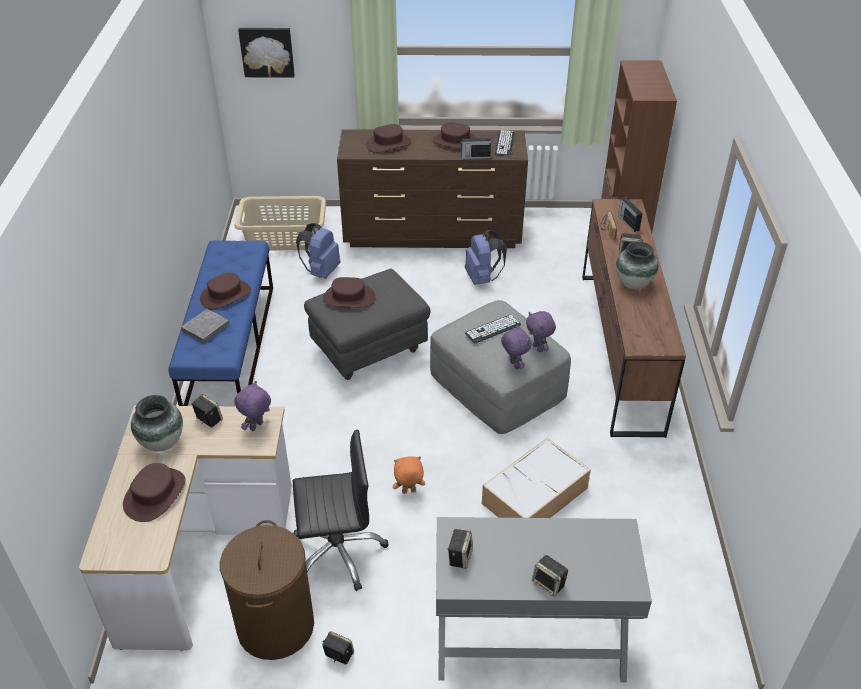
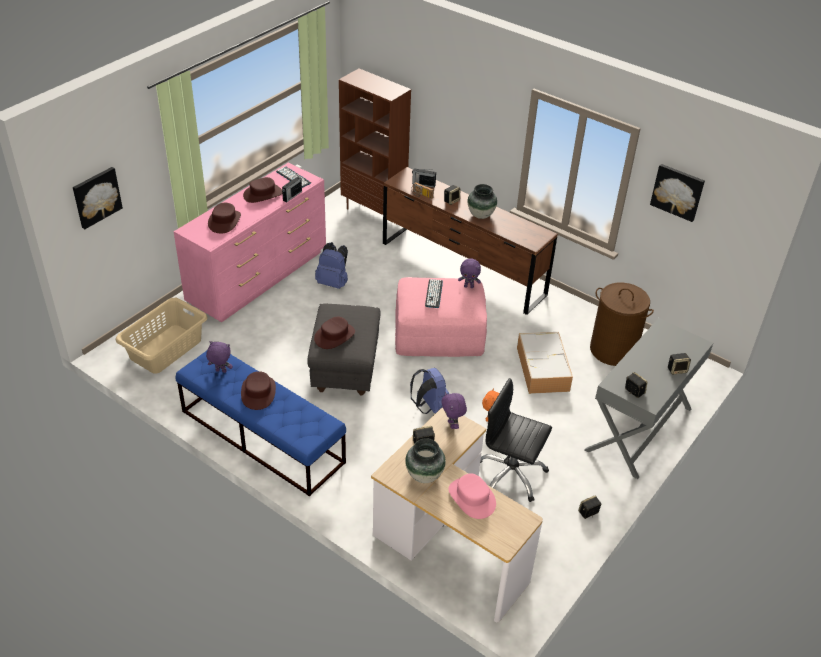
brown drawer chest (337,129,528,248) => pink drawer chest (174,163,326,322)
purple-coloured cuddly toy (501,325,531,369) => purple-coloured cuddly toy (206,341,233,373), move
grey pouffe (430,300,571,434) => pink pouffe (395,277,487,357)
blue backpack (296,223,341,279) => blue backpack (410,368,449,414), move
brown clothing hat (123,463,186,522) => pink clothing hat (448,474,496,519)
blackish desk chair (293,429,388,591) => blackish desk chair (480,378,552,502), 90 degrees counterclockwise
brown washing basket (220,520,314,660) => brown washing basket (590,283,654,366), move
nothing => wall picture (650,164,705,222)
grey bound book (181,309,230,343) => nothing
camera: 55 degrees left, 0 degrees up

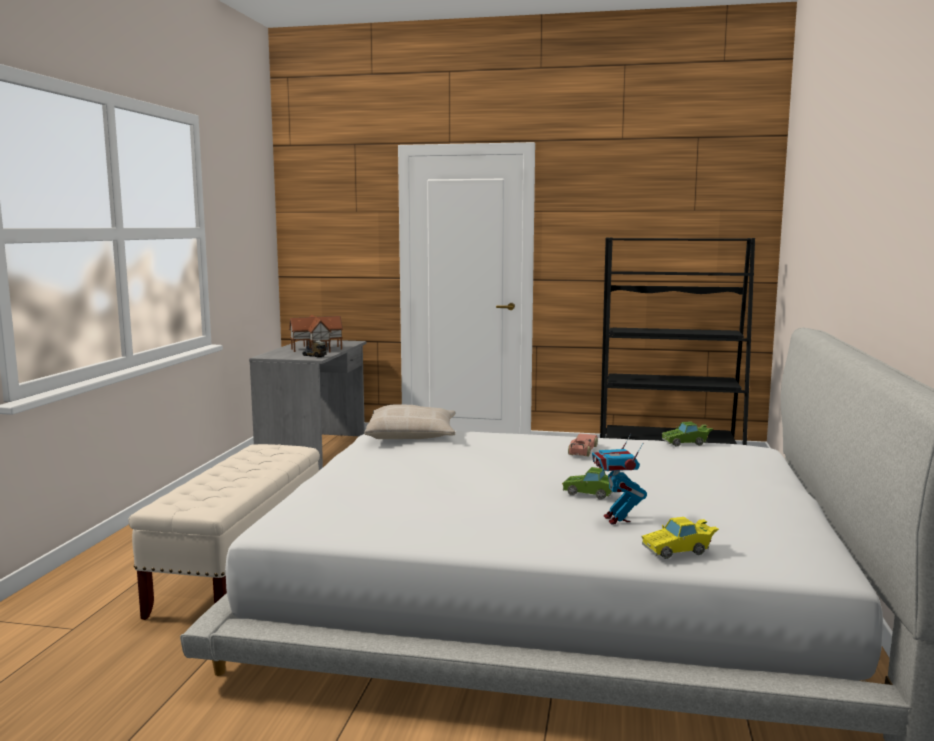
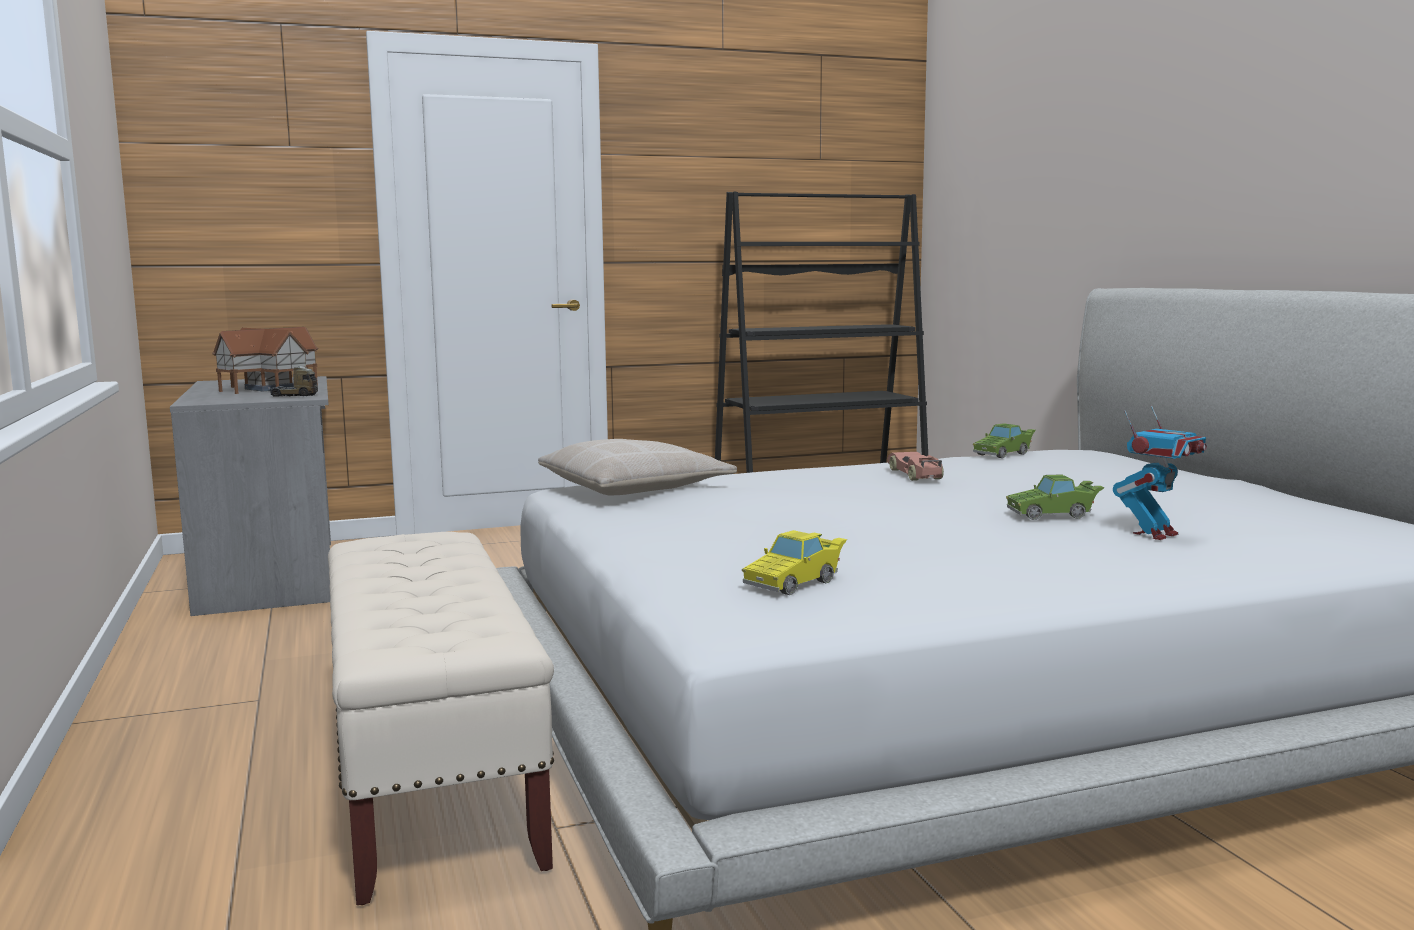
yellow toy car (641,517,719,559) => yellow toy car (742,530,847,595), move
toy robot (592,434,647,524) => toy robot (1113,406,1207,540), 90 degrees counterclockwise
camera: 30 degrees left, 0 degrees up

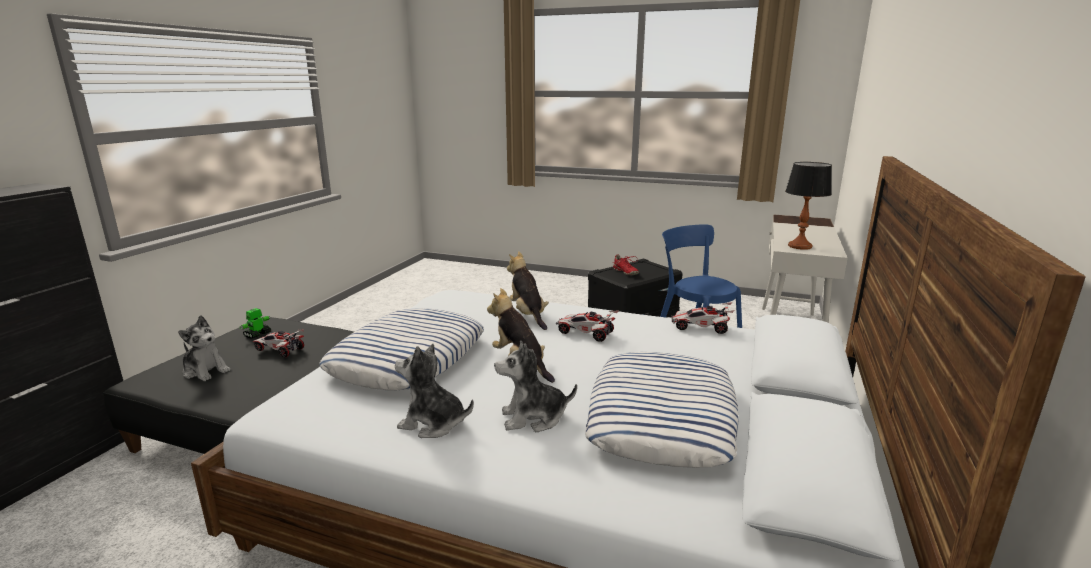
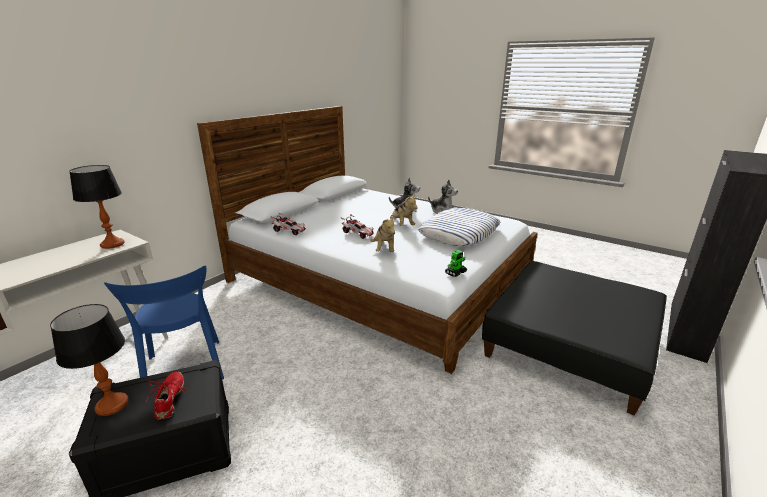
nothing => tabletop lamp (50,304,129,416)
toy robot (239,308,271,339) => toy robot (445,250,467,277), move
cuddly toy (178,315,230,381) => nothing
toy car (253,329,304,357) => nothing
pillow (585,352,739,468) => nothing
camera: 165 degrees left, 5 degrees up

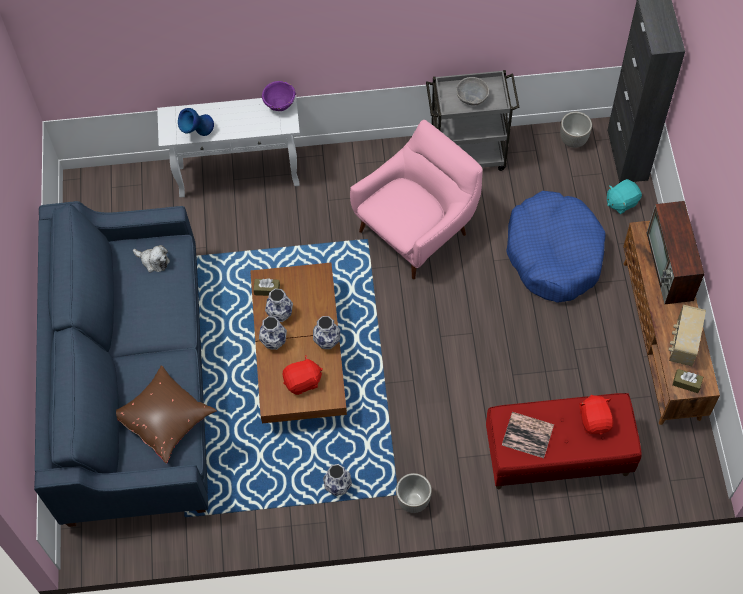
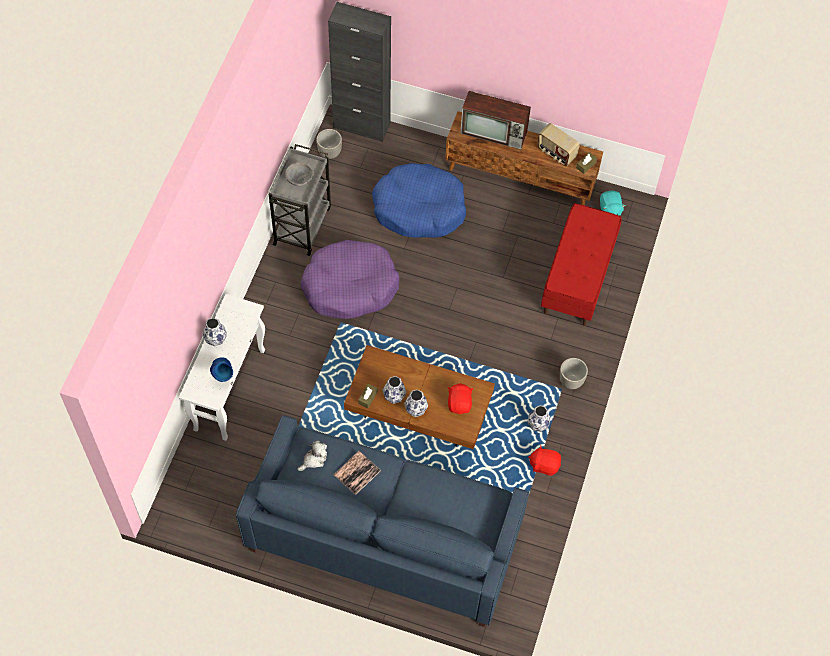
flower vase (313,316,340,349) => flower vase (202,318,227,347), move
pink armchair (350,120,483,279) => purple-coloured pet bed (301,240,399,319)
bound book (502,412,554,458) => bound book (334,451,380,495), move
red-coloured cuddly toy (579,395,614,435) => red-coloured cuddly toy (528,445,561,476), move
turquoise-coloured cuddly toy (607,179,642,214) => turquoise-coloured cuddly toy (600,191,625,216), move
brown pillow (116,365,217,463) => nothing
purple-coloured deep dish (261,81,296,111) => nothing
camera: 70 degrees left, 0 degrees up

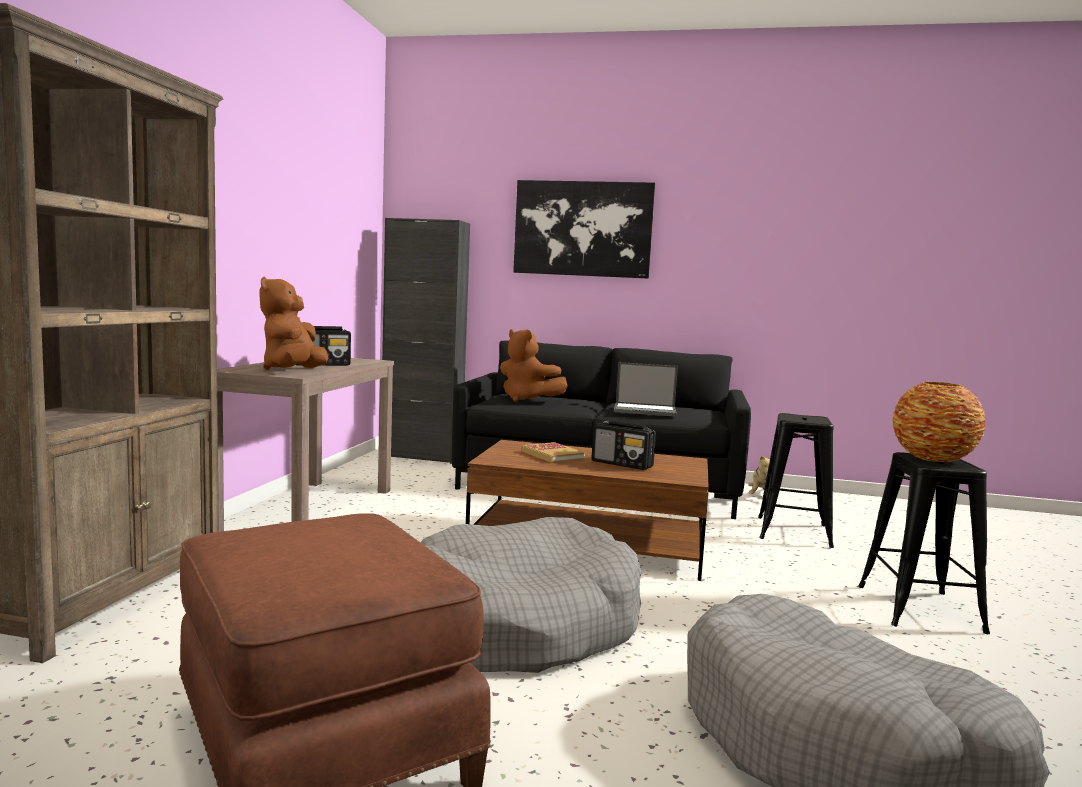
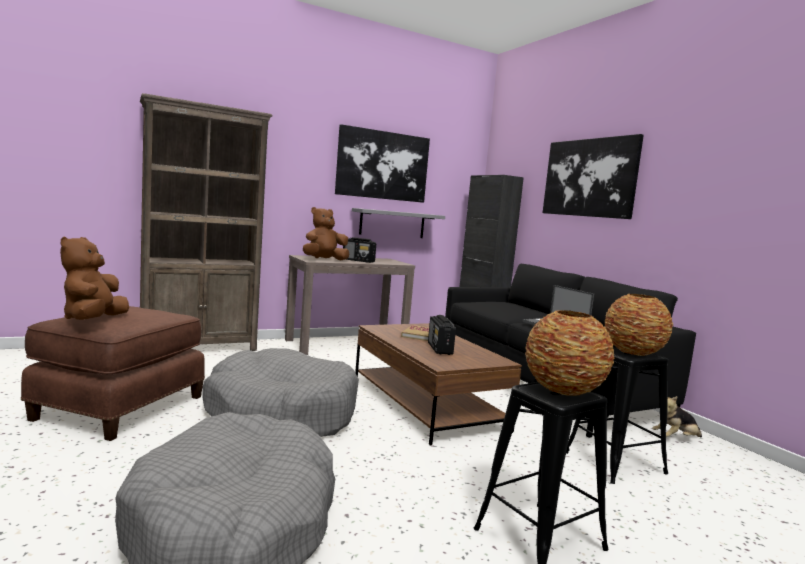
brown cuddly toy (500,329,567,402) => brown cuddly toy (60,237,129,320), move
nothing => wall picture (335,124,430,203)
nothing => grey bracket shelf (352,208,445,238)
nothing => flower vase (605,294,673,356)
camera: 50 degrees right, 0 degrees up

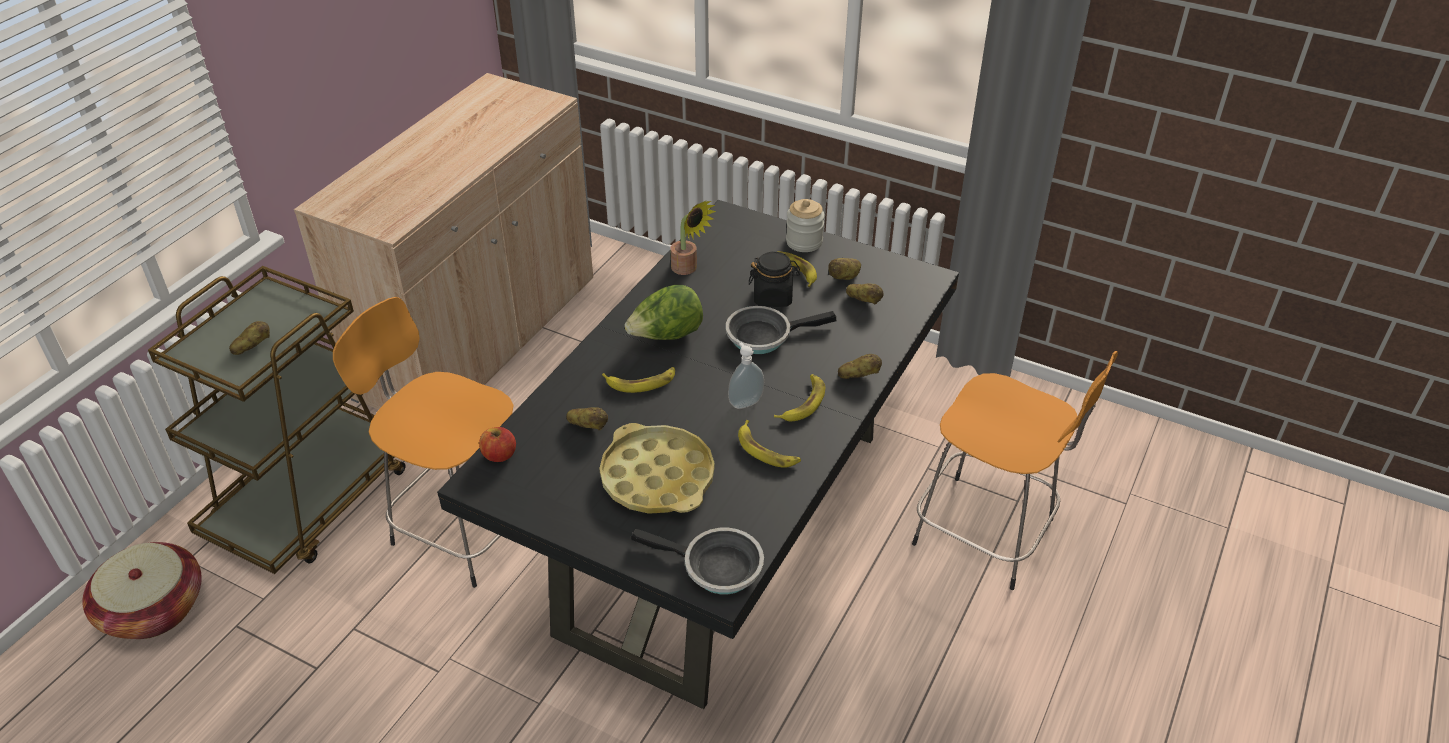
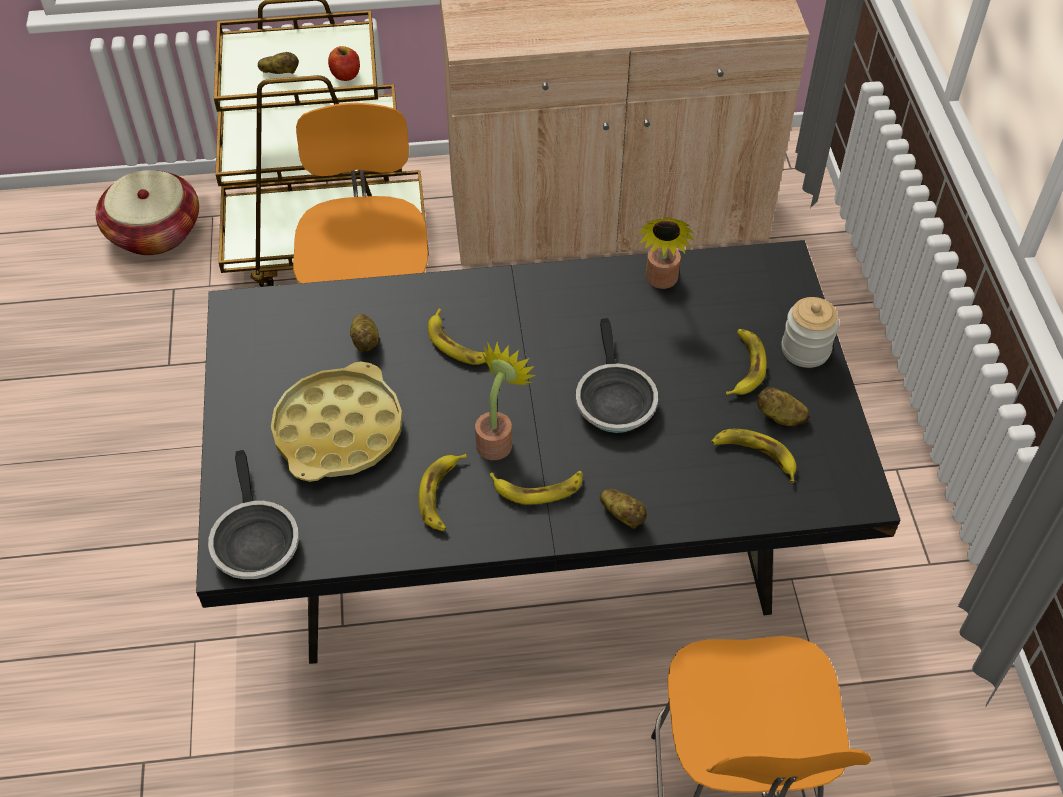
apple fruit (479,427,516,462) => apple fruit (328,46,360,81), move
liquid soap bottle (728,342,764,409) => houseplant (475,341,536,460)
skillet (726,306,836,354) => skillet (576,318,658,433), 135 degrees counterclockwise
spud (846,284,884,304) => whole banana (711,429,796,483)
lettuce head (624,285,703,340) => nothing
blackish jar (749,252,800,307) => nothing
camera: 55 degrees right, 10 degrees up

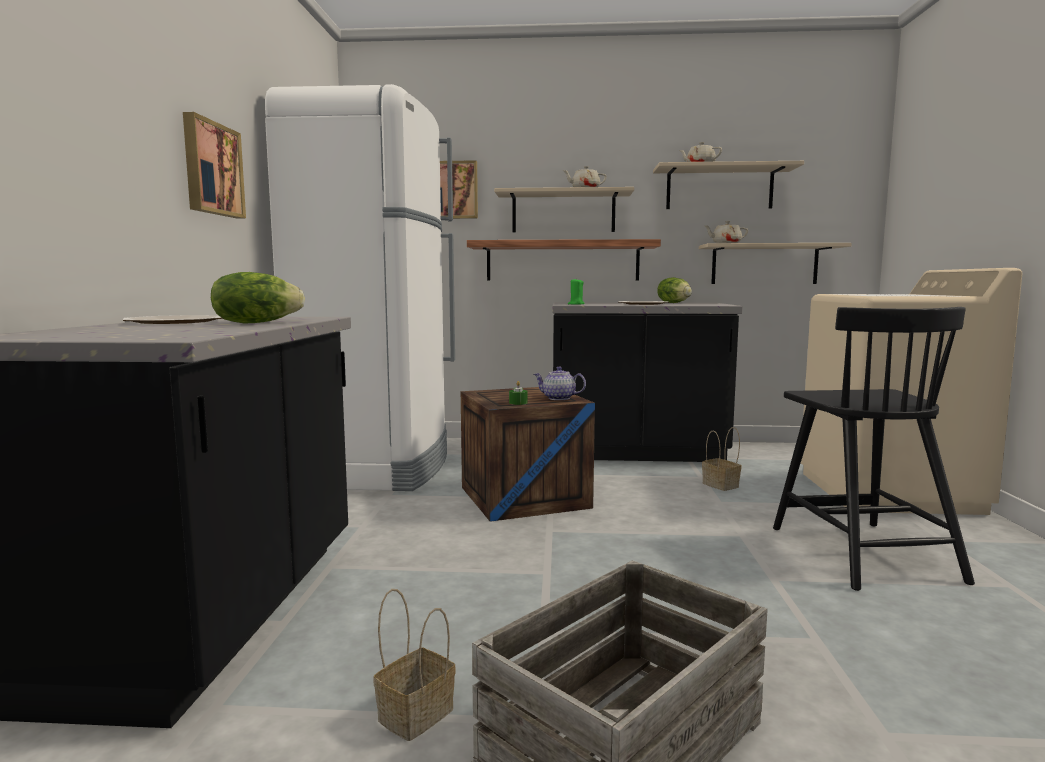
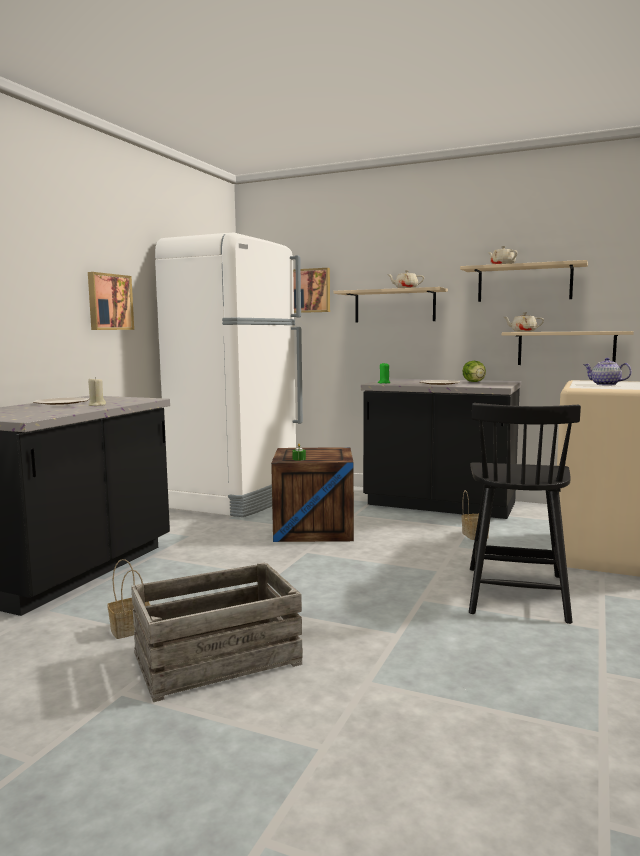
lettuce head (211,272,305,323) => sand-coloured wax candle (88,377,106,406)
teapot (534,367,586,400) => teapot (583,358,632,386), move
bracket shelf (467,239,661,281) => nothing
camera: 20 degrees right, 0 degrees up

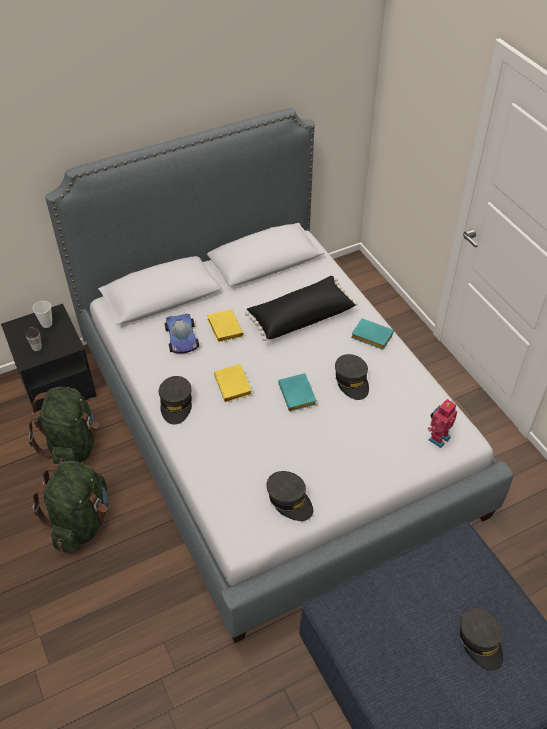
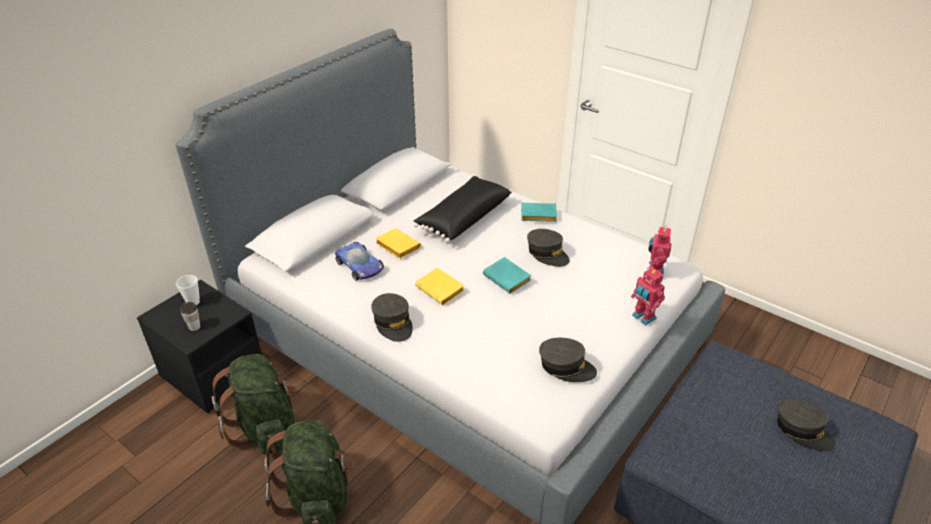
nothing => toy robot (631,267,665,325)
camera: 25 degrees left, 10 degrees down

